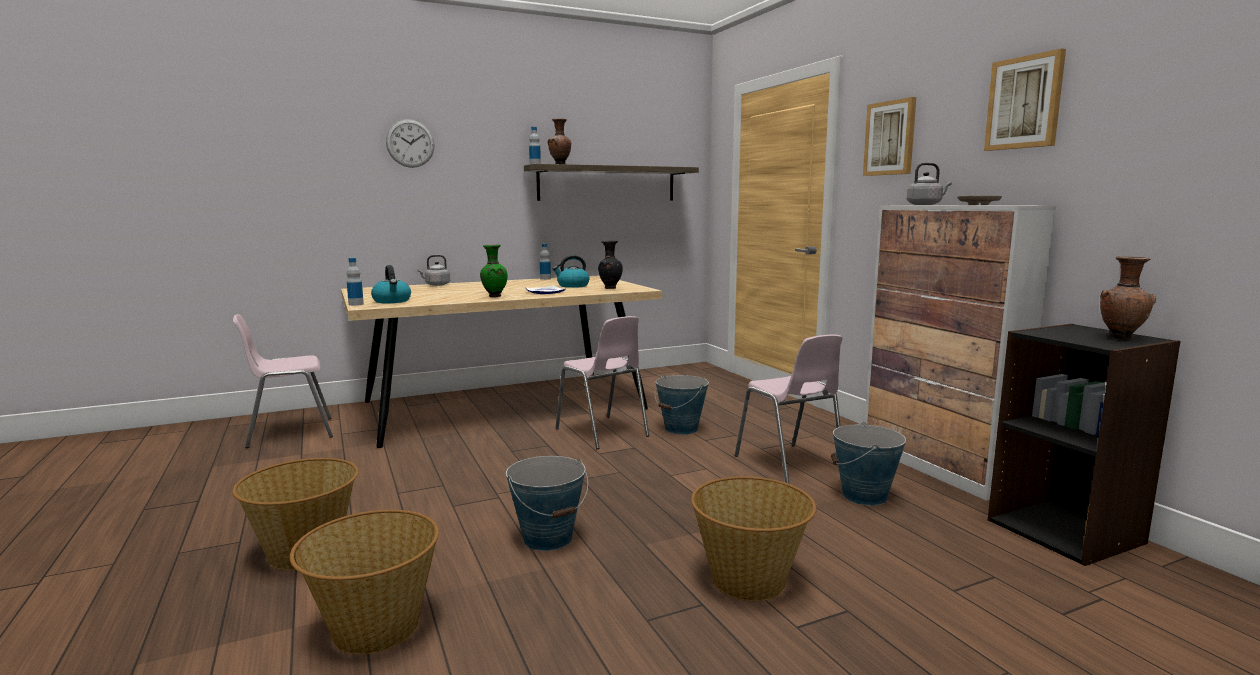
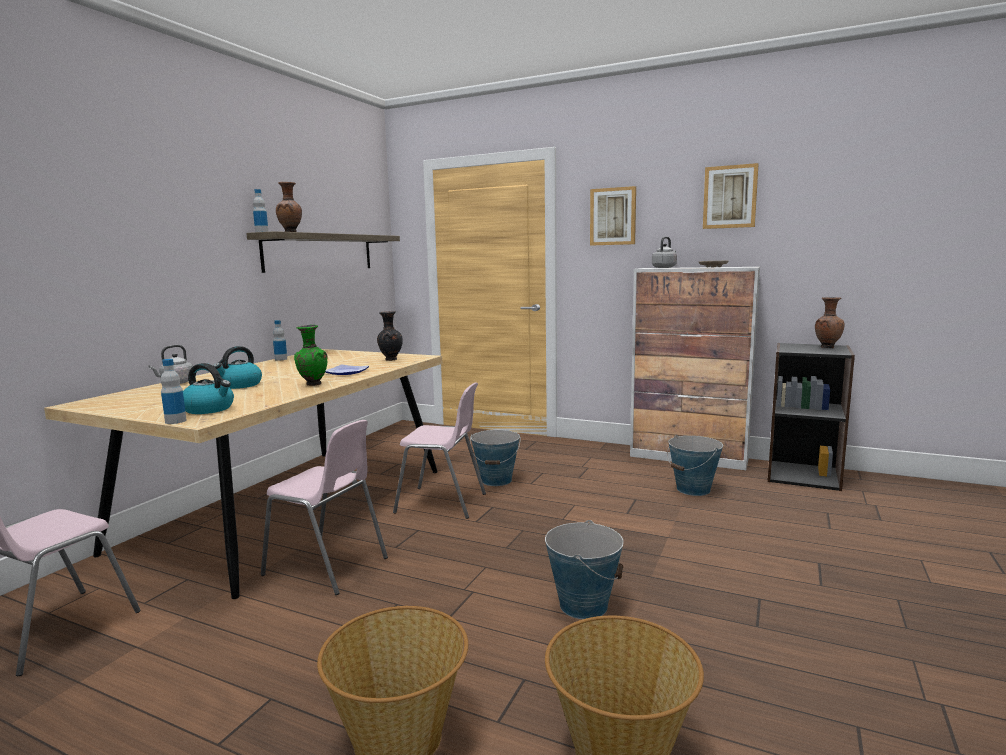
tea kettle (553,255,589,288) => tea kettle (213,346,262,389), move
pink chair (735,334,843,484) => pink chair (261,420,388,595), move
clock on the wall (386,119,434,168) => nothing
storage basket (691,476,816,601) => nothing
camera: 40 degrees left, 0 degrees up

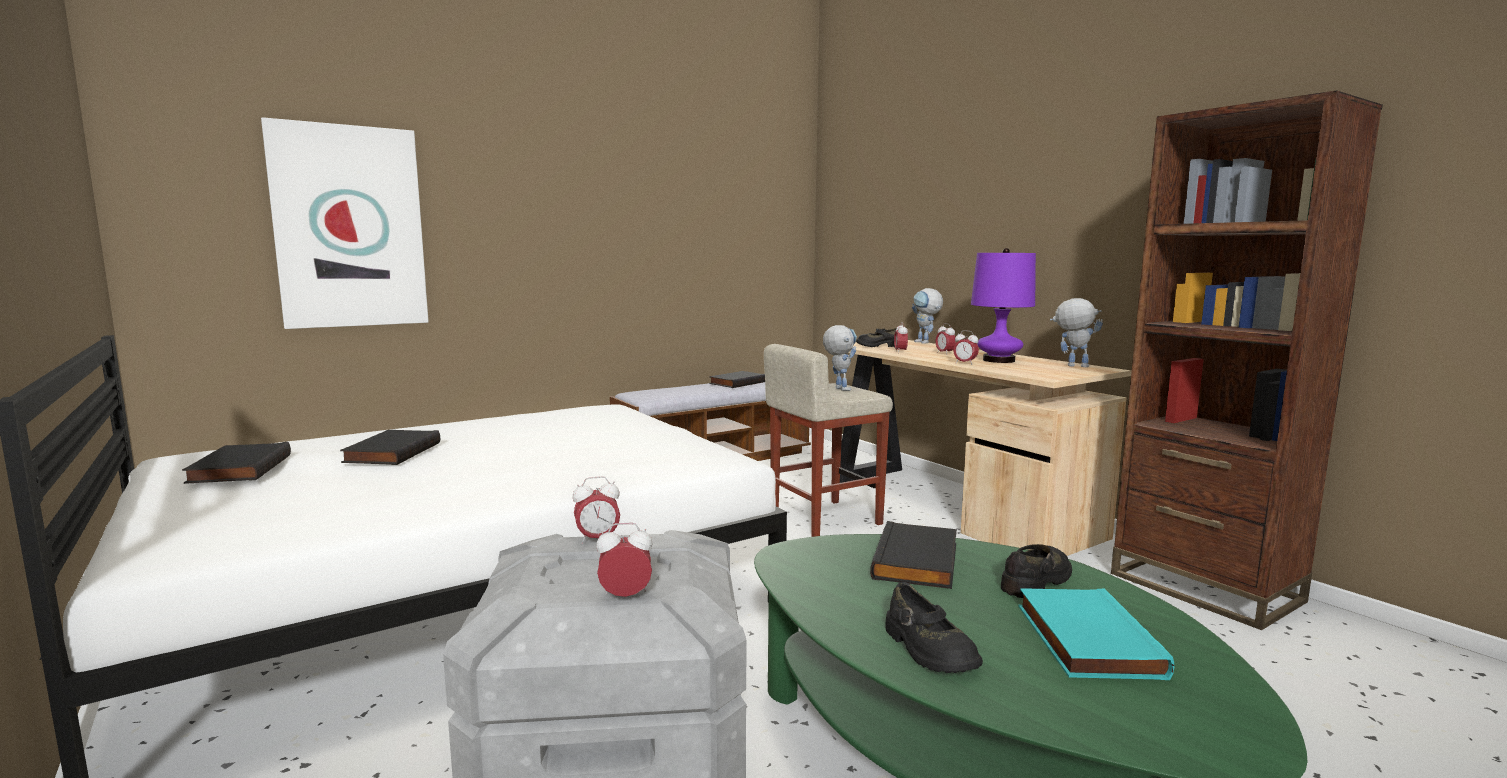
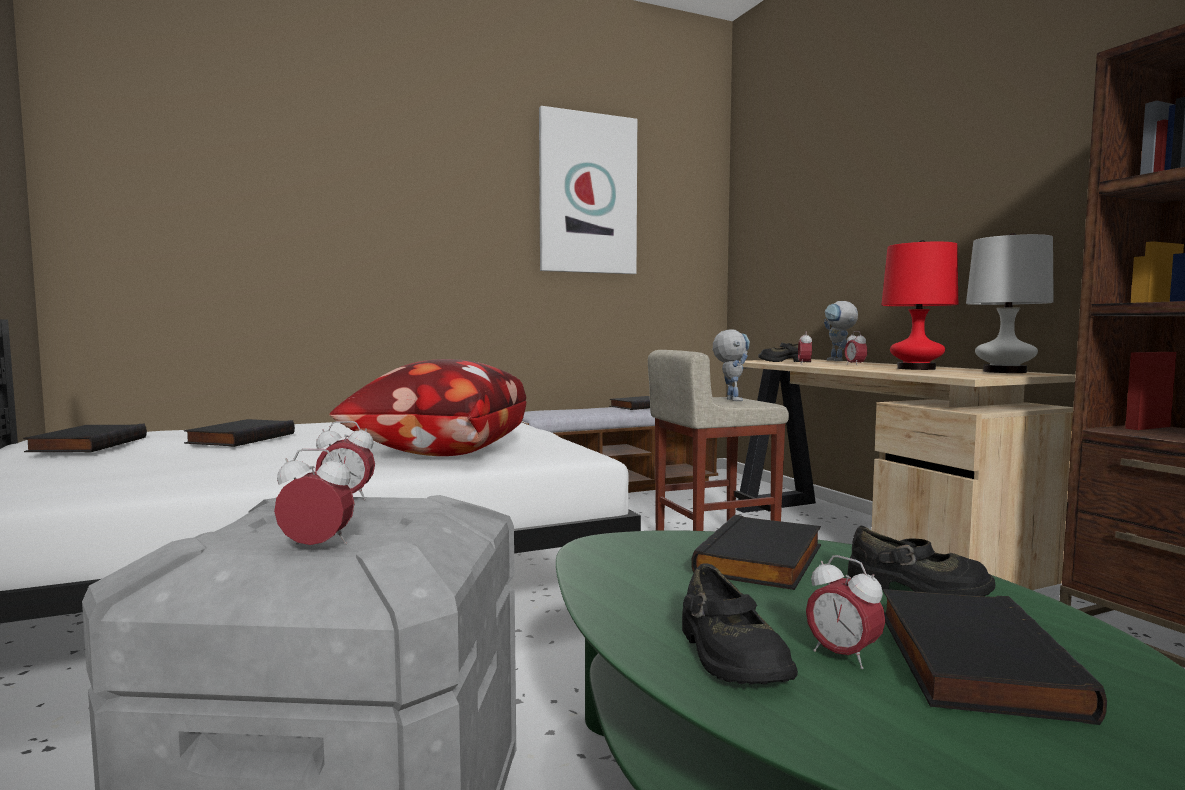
nothing => pillow (330,359,526,456)
wall picture (261,117,429,329) => wall picture (539,106,637,274), move
table clock (953,330,979,365) => table clock (806,555,885,669), move
blackish item of footwear (1001,544,1072,598) => blackish item of footwear (847,526,995,596), 60 degrees clockwise
purple-coloured tabletop lamp (971,248,1036,363) => red-coloured tabletop lamp (881,240,958,370)
turquoise-coloured bound book (1018,588,1175,680) => blackish bound book (883,589,1107,725)
toy robot (1050,298,1103,367) => white tabletop lamp (966,233,1054,373)
camera: 10 degrees right, 5 degrees down

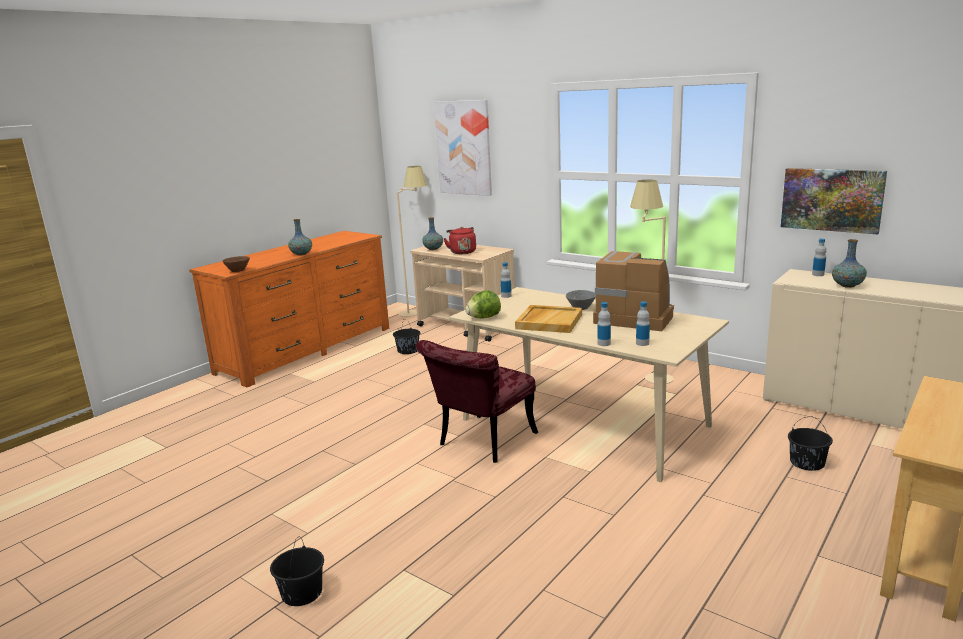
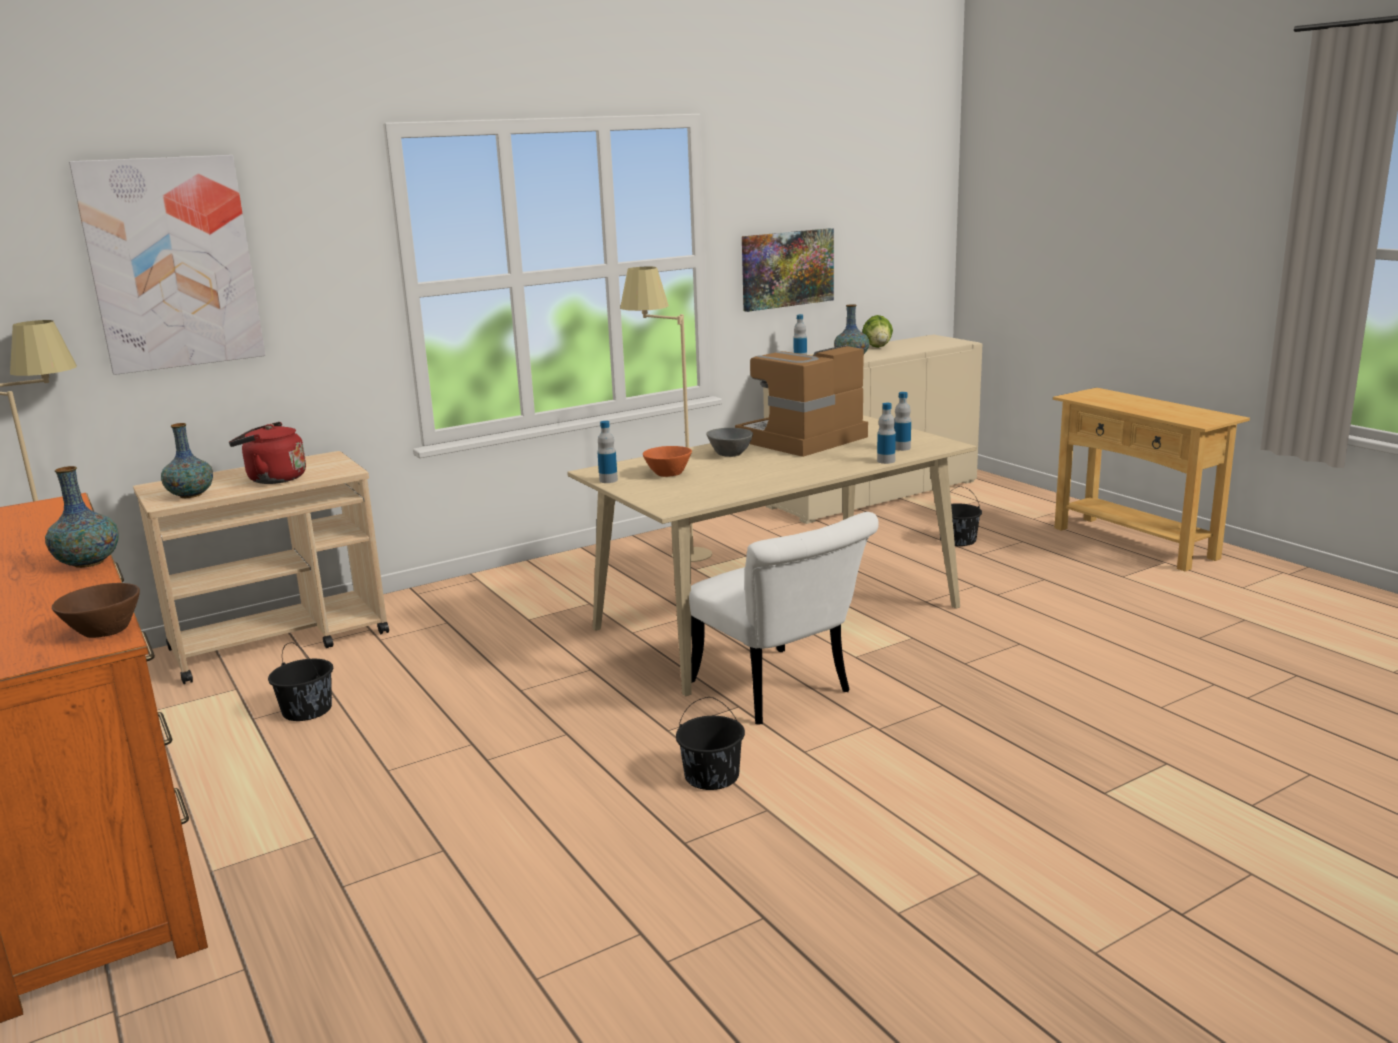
nothing => orangey deep dish (643,446,692,477)
blackish water bucket (270,537,324,606) => blackish water bucket (676,697,745,790), move
red-coloured chair (416,340,538,463) => white chair (689,512,879,725)
lettuce head (465,290,501,318) => lettuce head (862,315,893,348), move
sand-coloured carrying tray (515,305,582,333) => nothing
camera: 70 degrees left, 0 degrees up

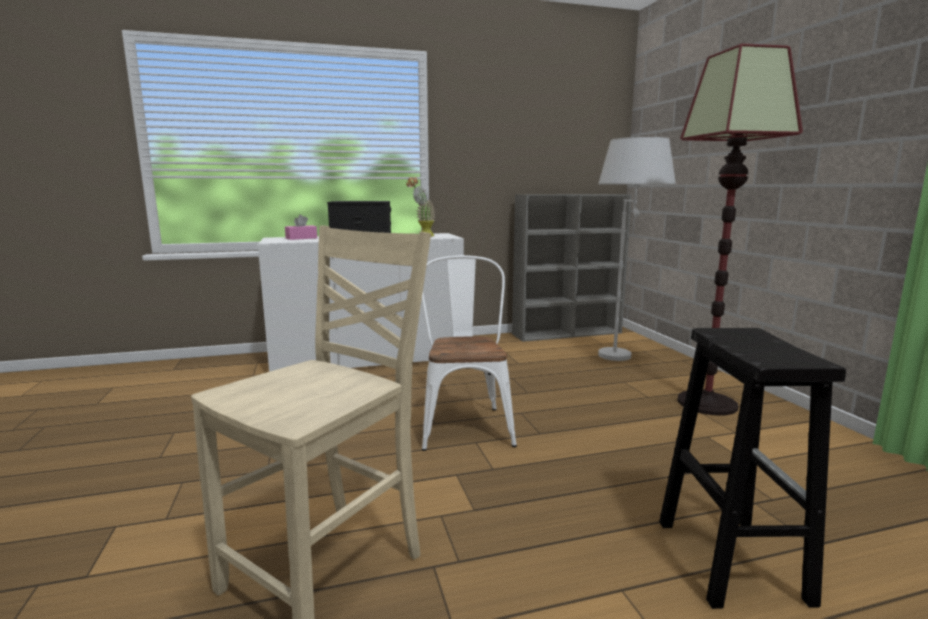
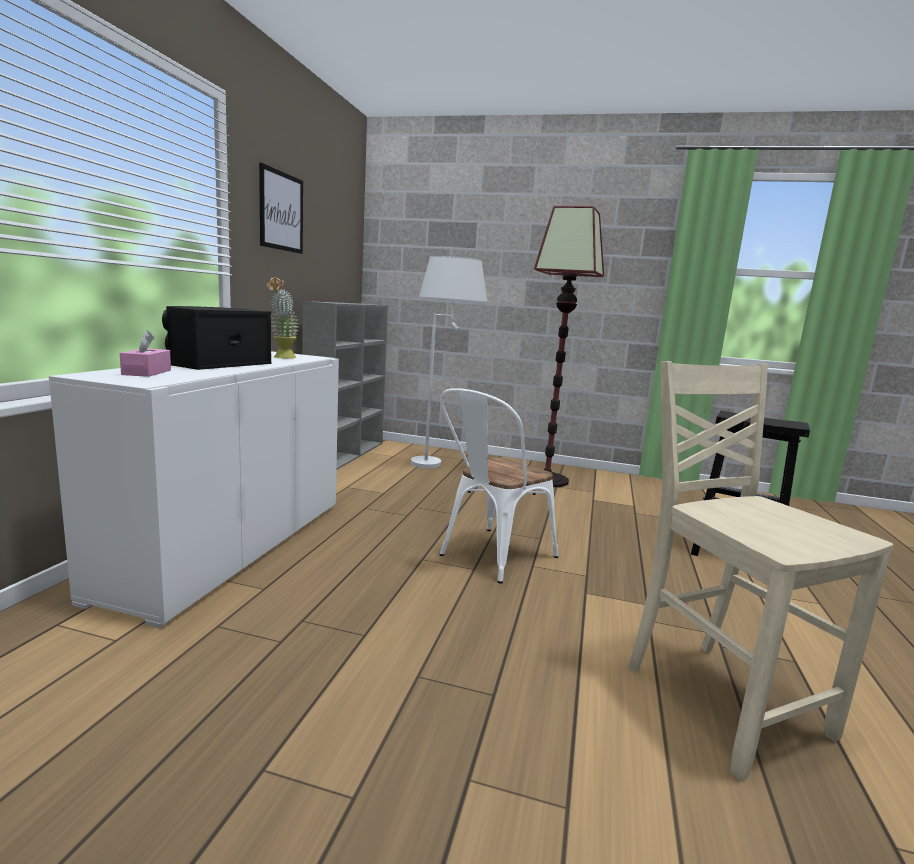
nothing => wall picture (259,163,303,254)
white chair (422,255,517,451) => white chair (439,388,558,584), 75 degrees counterclockwise
camera: 60 degrees left, 0 degrees up

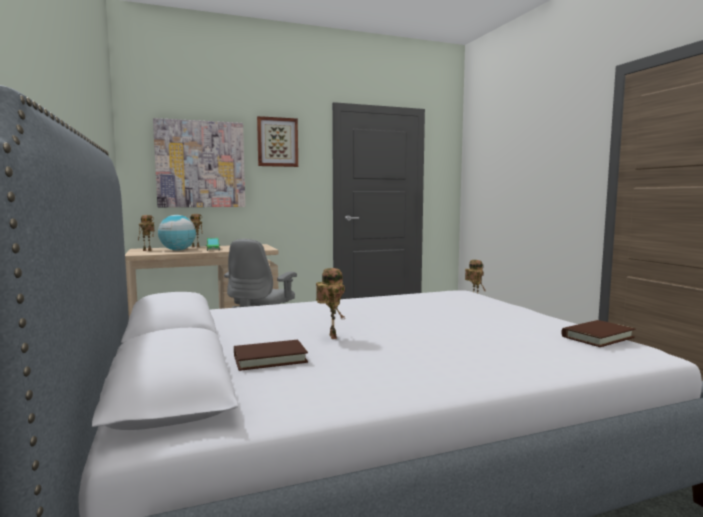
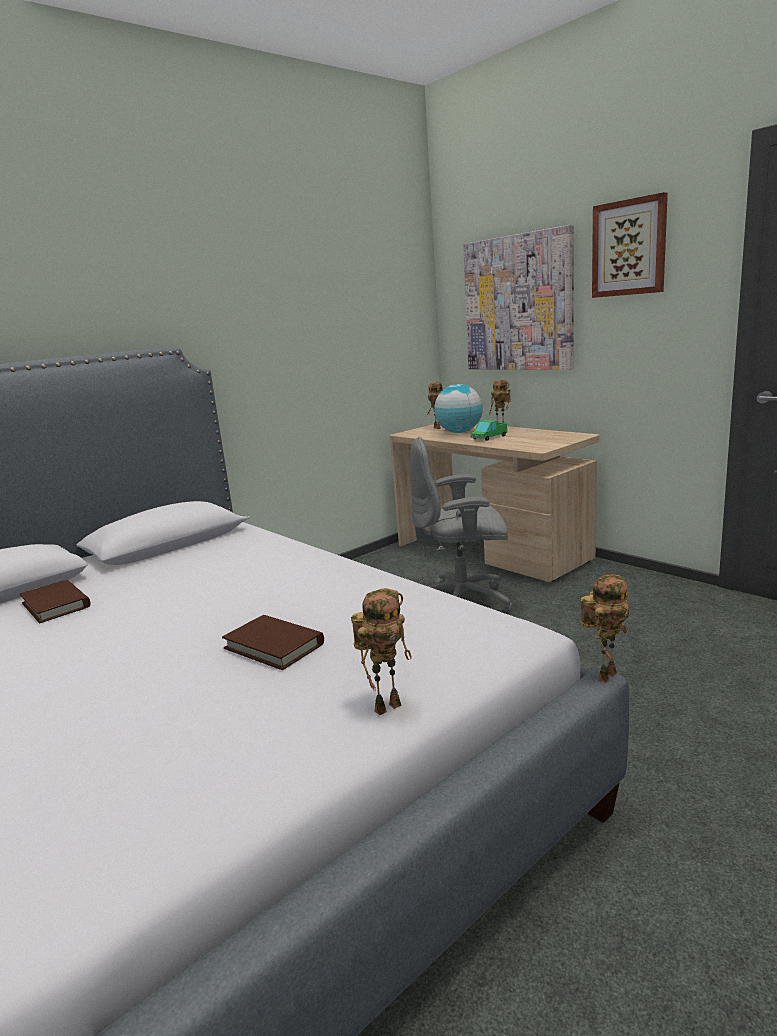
brown bound book (561,320,635,347) => brown bound book (222,615,324,670), move
toy robot (316,268,345,339) => toy robot (351,589,412,715), move
camera: 70 degrees right, 10 degrees up

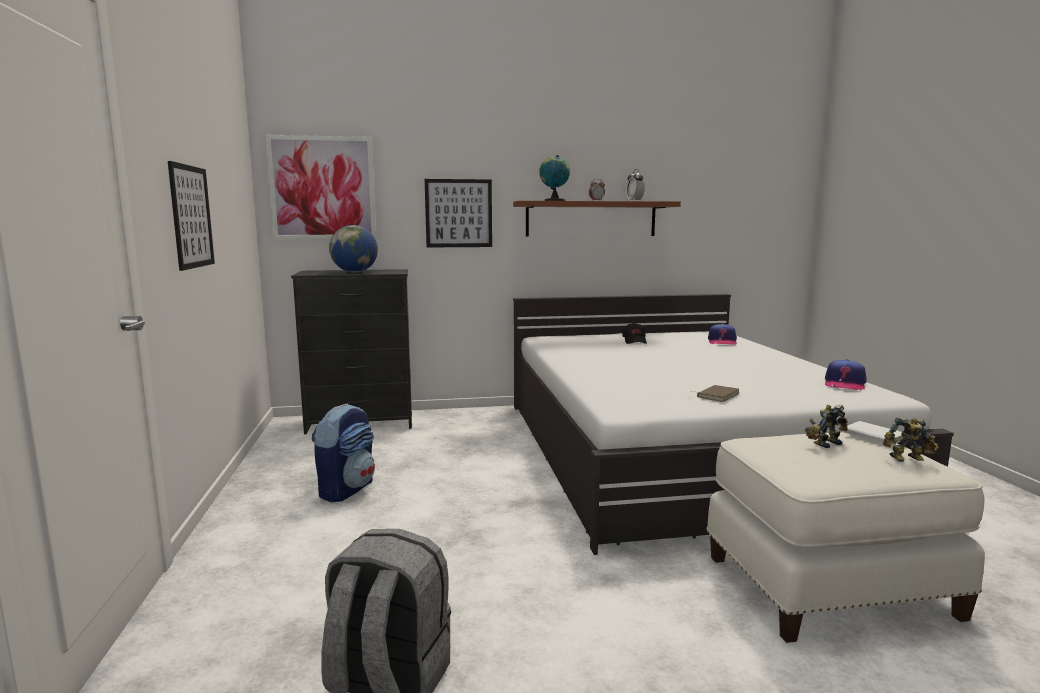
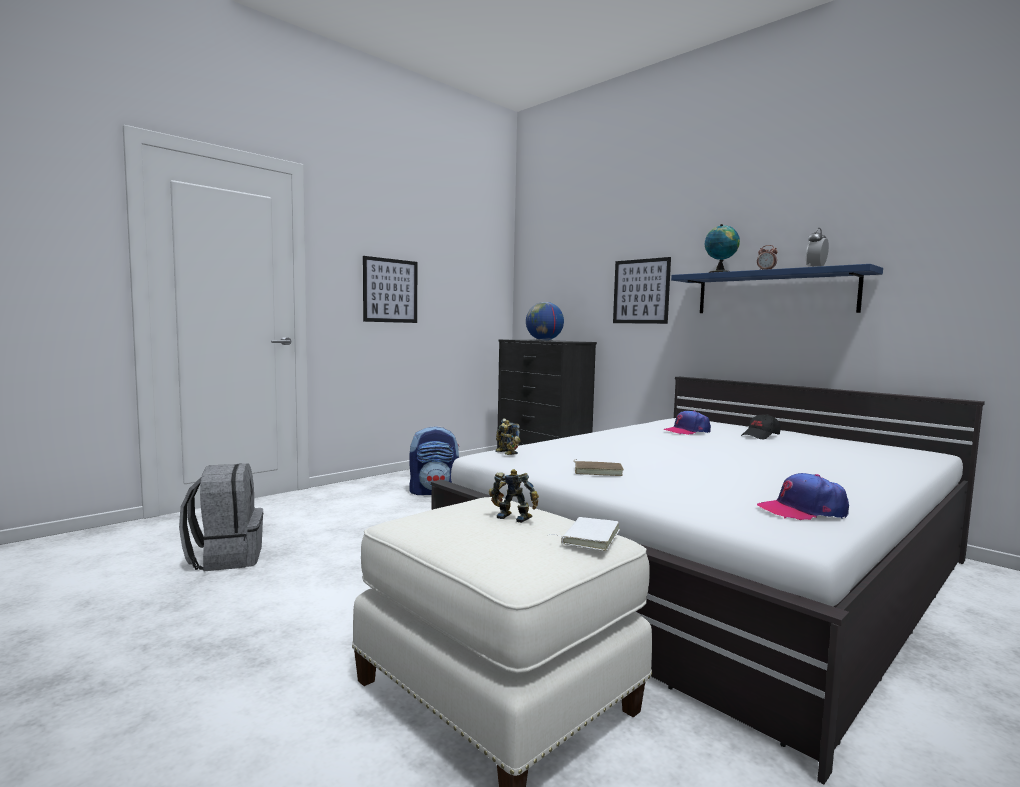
toy robot (883,417,939,462) => toy robot (495,418,521,455), move
cap (708,323,737,345) => cap (663,410,711,435), move
brown bracket shelf (513,201,681,237) => blue bracket shelf (671,264,883,313)
wall picture (265,135,376,240) => nothing
camera: 55 degrees right, 5 degrees down

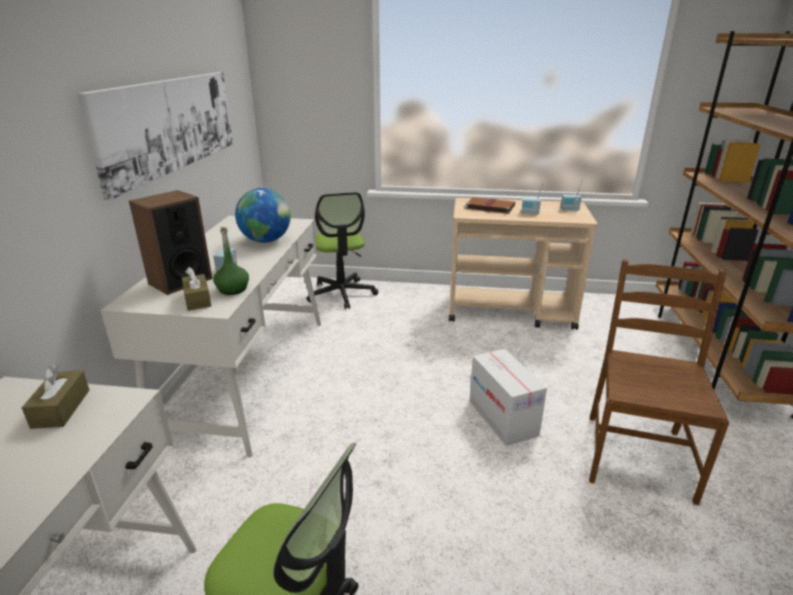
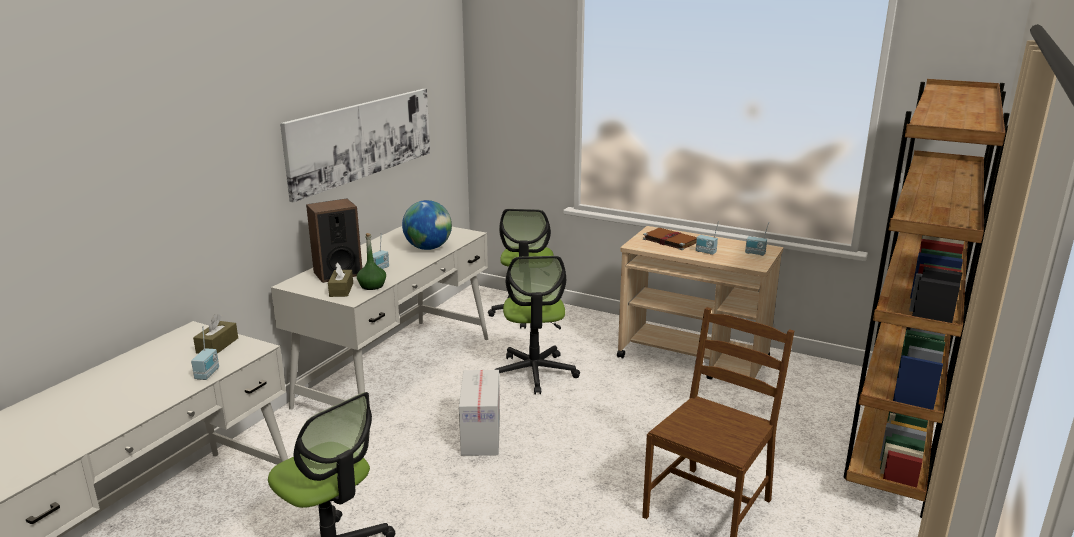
nothing => radio receiver (191,326,219,380)
carton (469,349,547,446) => carton (459,370,500,456), move
nothing => desk chair (495,256,580,394)
camera: 20 degrees right, 5 degrees down

